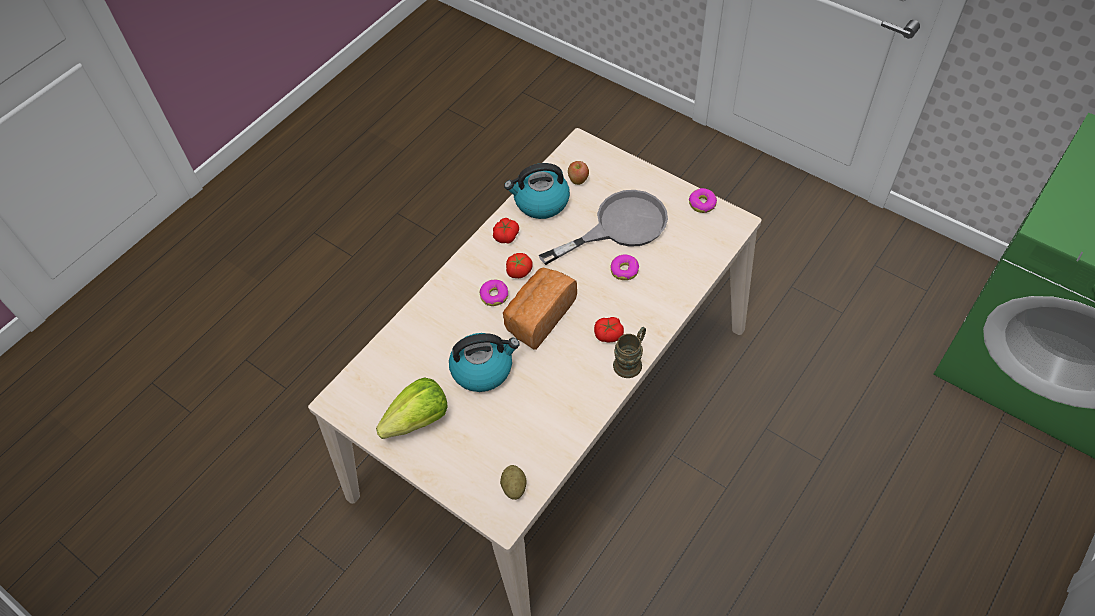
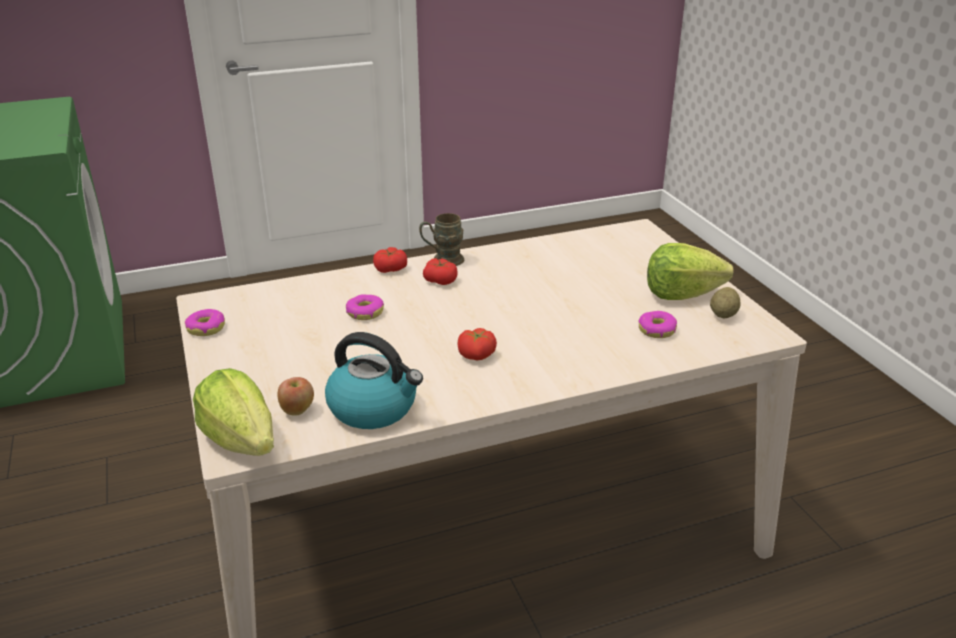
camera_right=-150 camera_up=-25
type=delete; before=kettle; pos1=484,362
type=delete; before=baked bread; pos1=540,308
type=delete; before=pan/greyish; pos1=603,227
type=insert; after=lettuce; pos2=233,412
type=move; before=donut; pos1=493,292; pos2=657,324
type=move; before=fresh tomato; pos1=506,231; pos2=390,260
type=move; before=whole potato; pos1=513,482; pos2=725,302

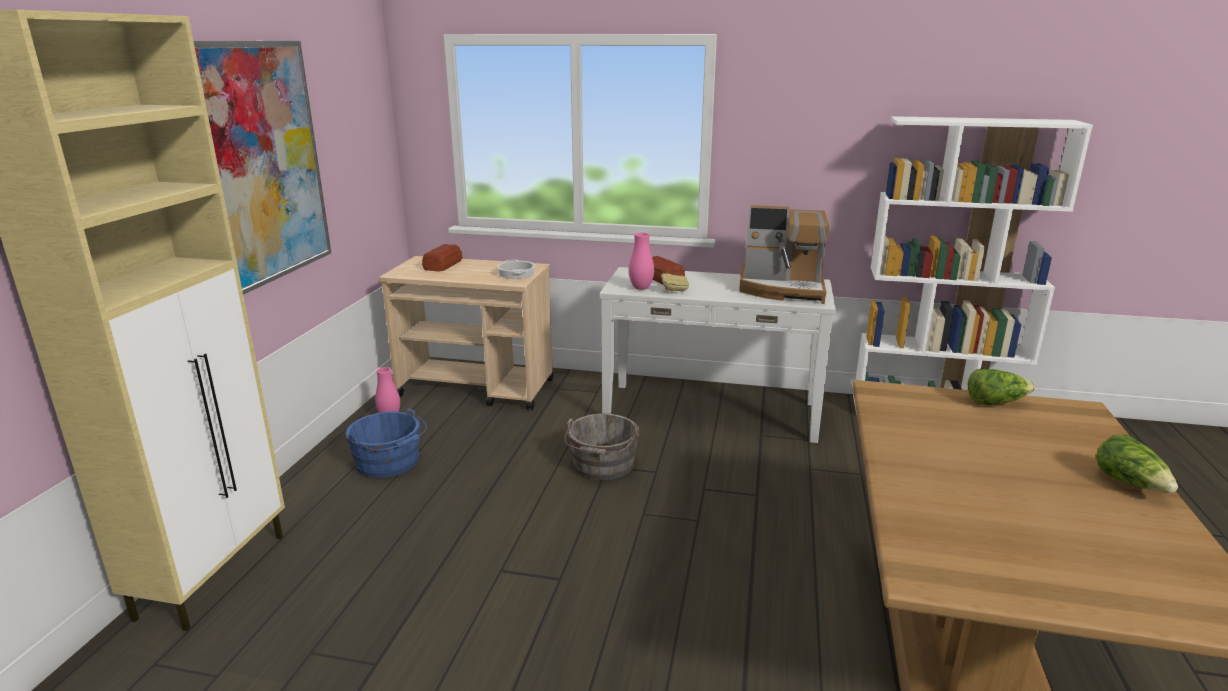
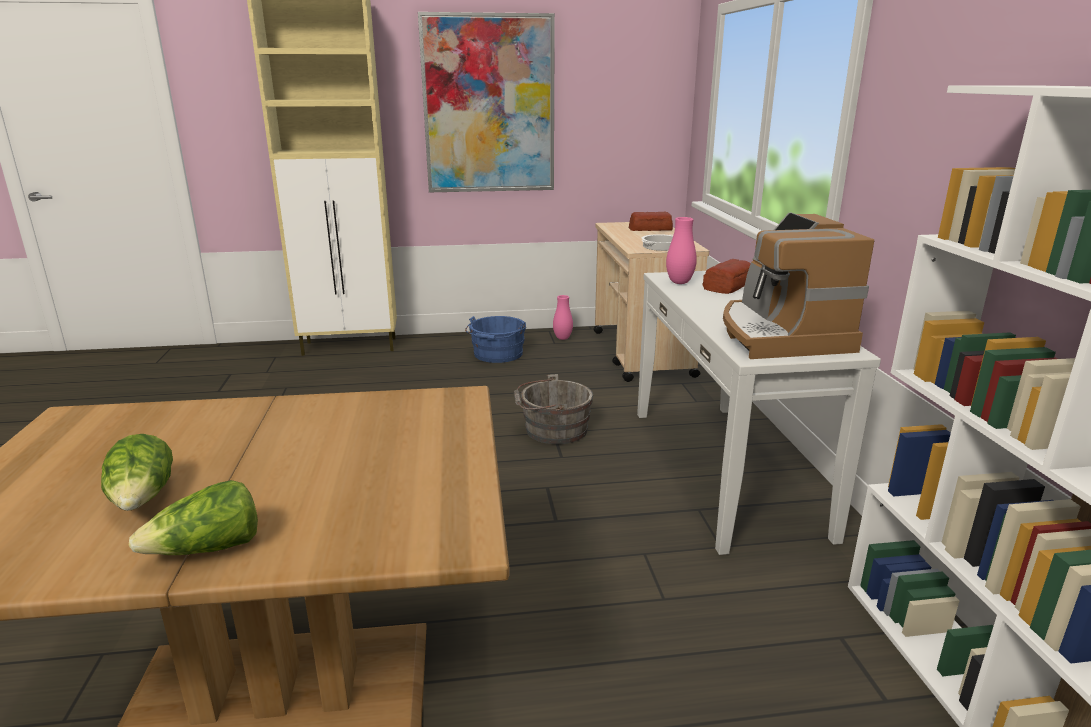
camera_right=70 camera_up=0
type=delete; before=baked bread; pos1=675,282
type=move; before=lettuce; pos1=1001,387; pos2=137,472

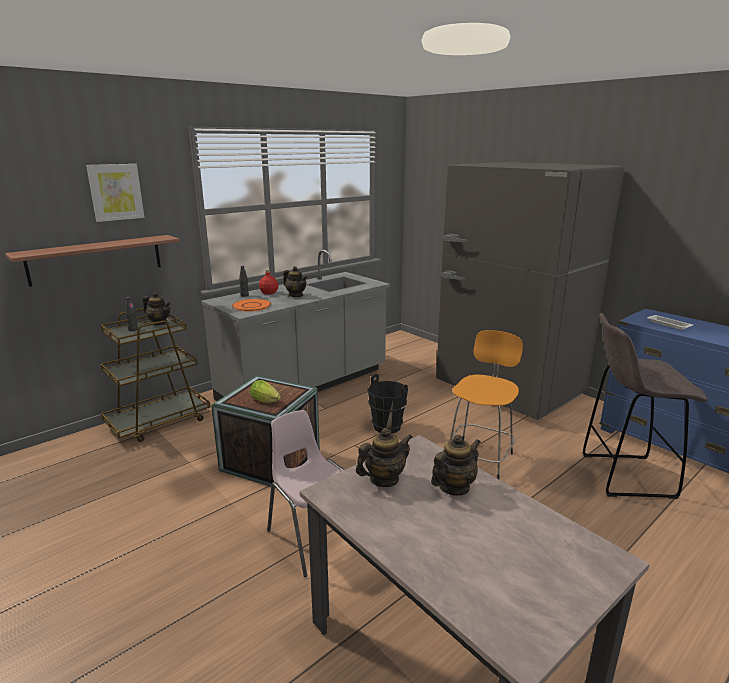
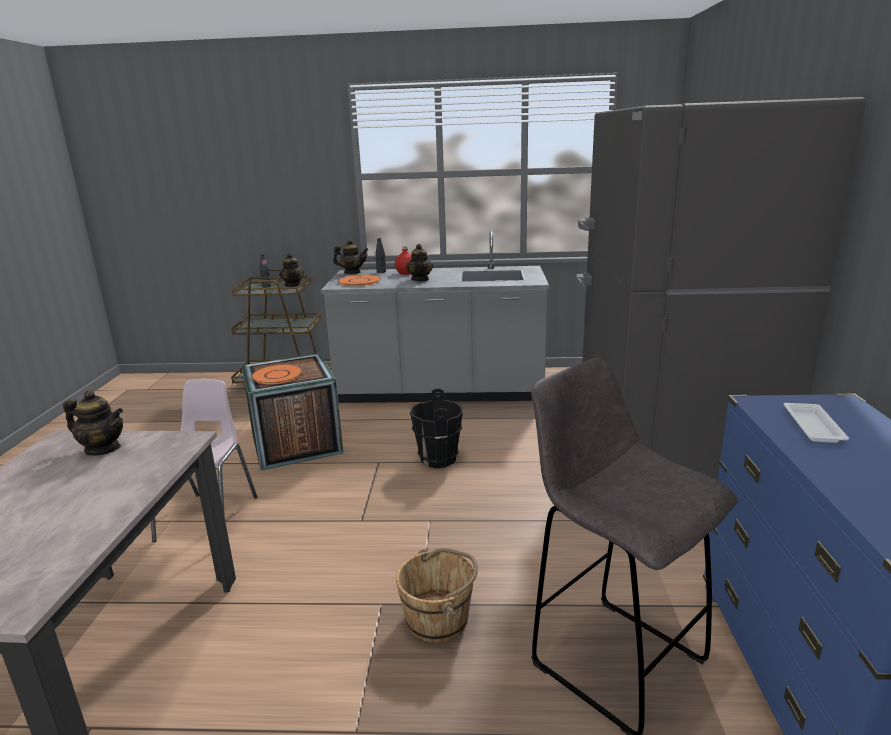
camera_right=45 camera_up=0
type=delete; before=bracket shelf; pos1=92,261
type=delete; before=wall art; pos1=115,193
type=delete; before=sitting stool/orangey; pos1=486,404
type=insert; after=pail/brown-coloured; pos2=437,595
type=move; before=tea pot; pos1=455,465; pos2=350,256
type=replace; before=lettuce; after=plate/orangey; pos1=265,391; pos2=276,374

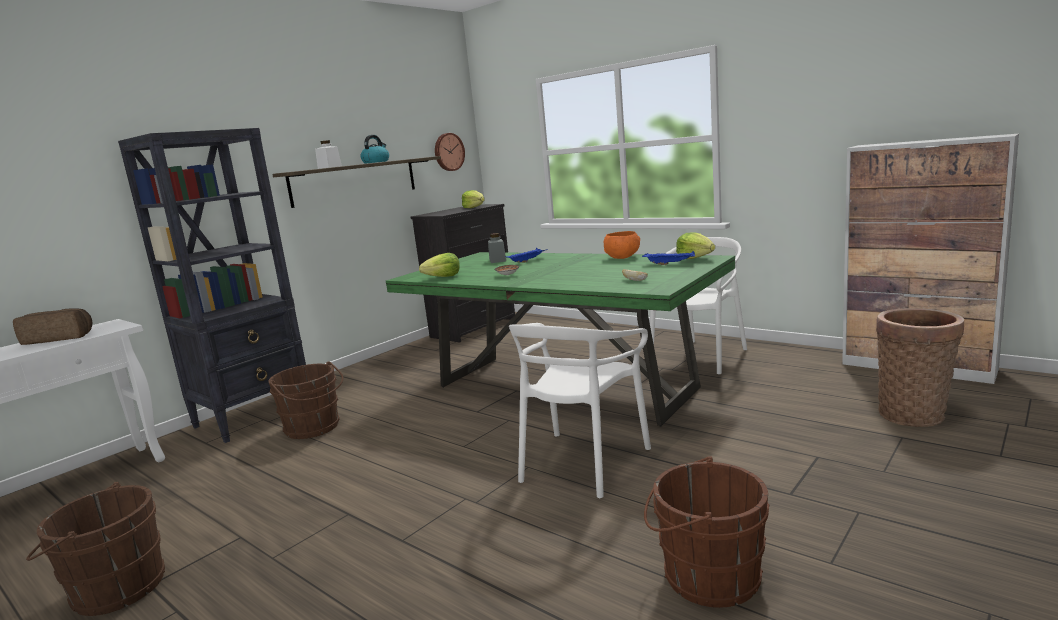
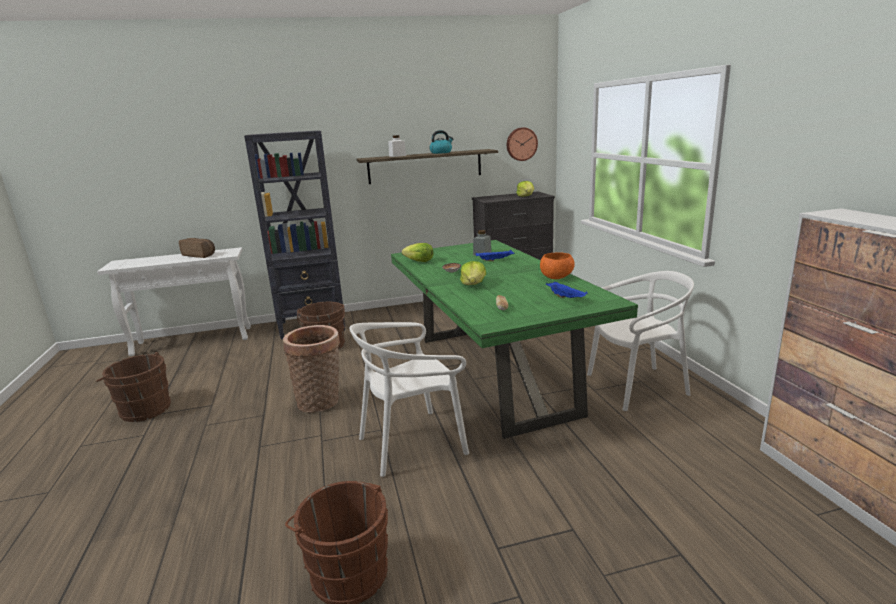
camera_right=35 camera_up=5
type=move; before=lettuce; pos1=695,245; pos2=473,273
type=move; before=basket; pos1=920,367; pos2=311,369

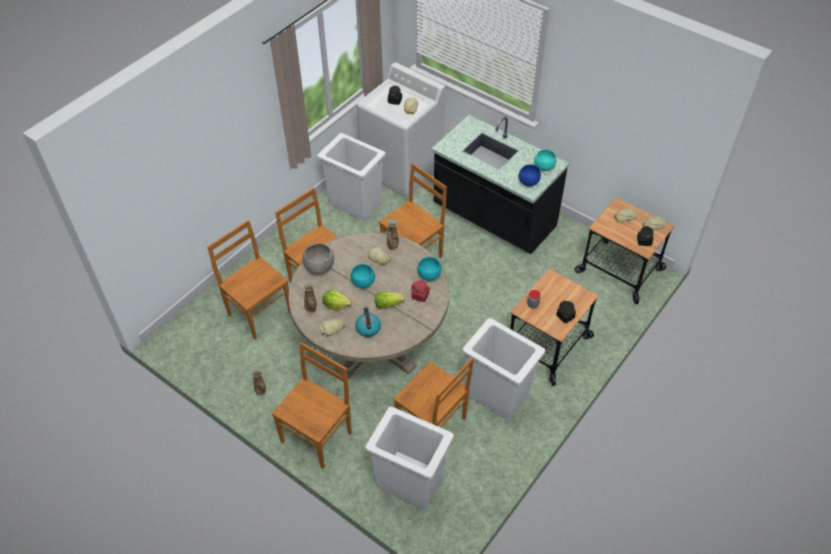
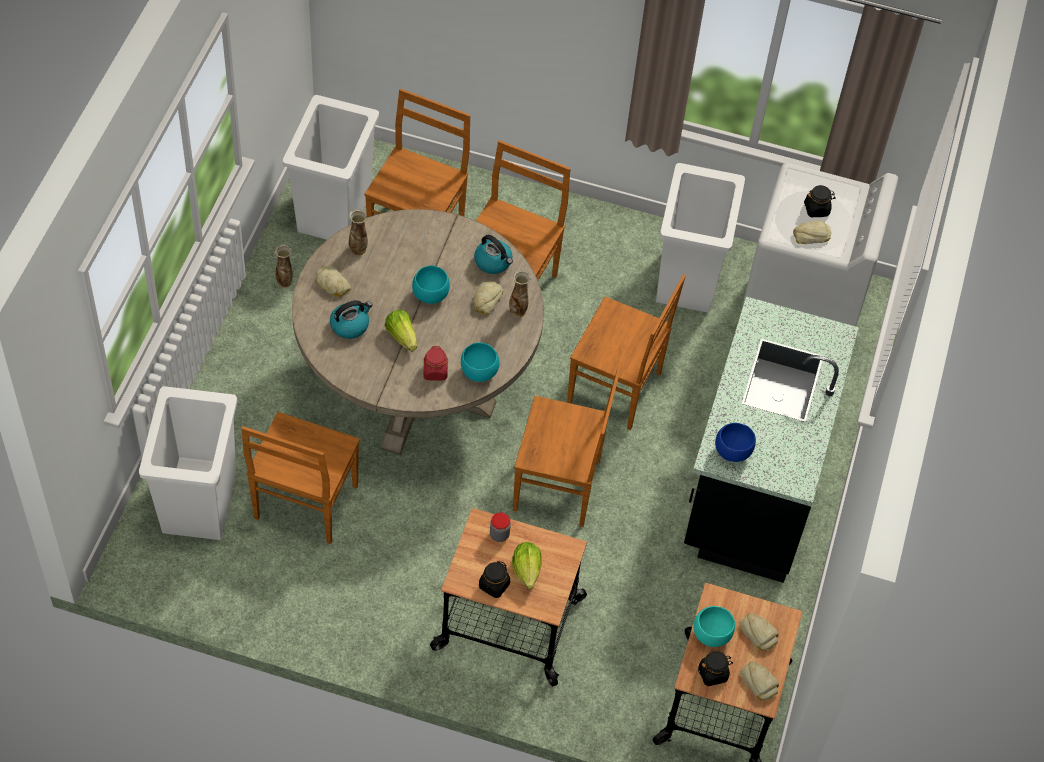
camera_right=65 camera_up=5
type=delete; before=serving bowl/greyish; pos1=318,259
type=insert; after=kettle; pos2=493,254
type=move; before=chair/brown-coloured; pos1=312,405; pos2=567,446
type=move; before=lettuce; pos1=337,300; pos2=527,565
type=move; before=trash can/whitish; pos1=504,369; pos2=331,167
type=move; before=serving bowl/turquoise; pos1=545,160; pos2=714,626

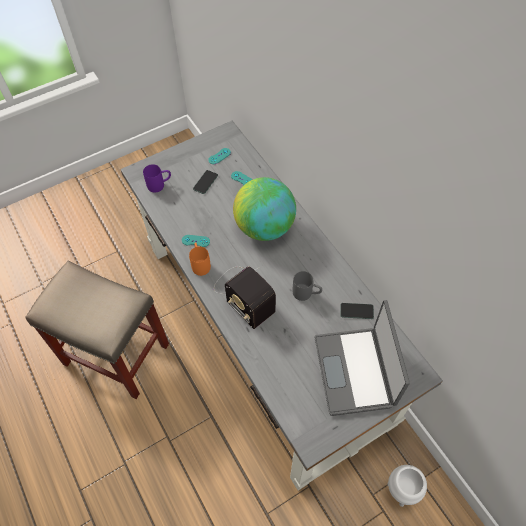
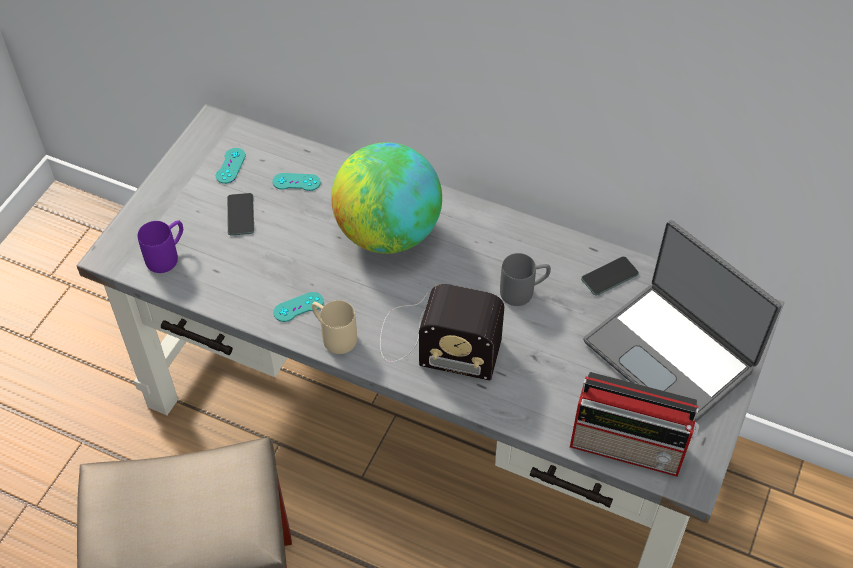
camera_right=-35 camera_up=-5
type=delete; before=flower pot/whitish; pos1=407,486
type=insert; after=radio; pos2=634,424
type=recolor; before=tea mug/orangey; after=tea mug/sand-coloured; pos1=200,259; pos2=334,327

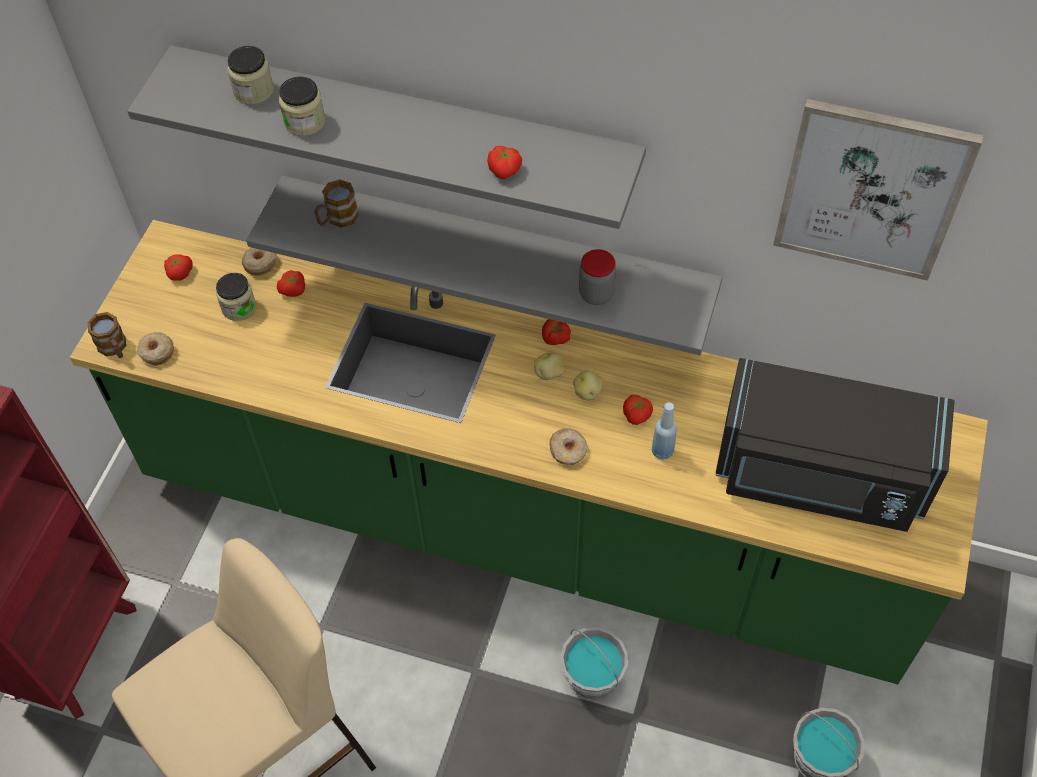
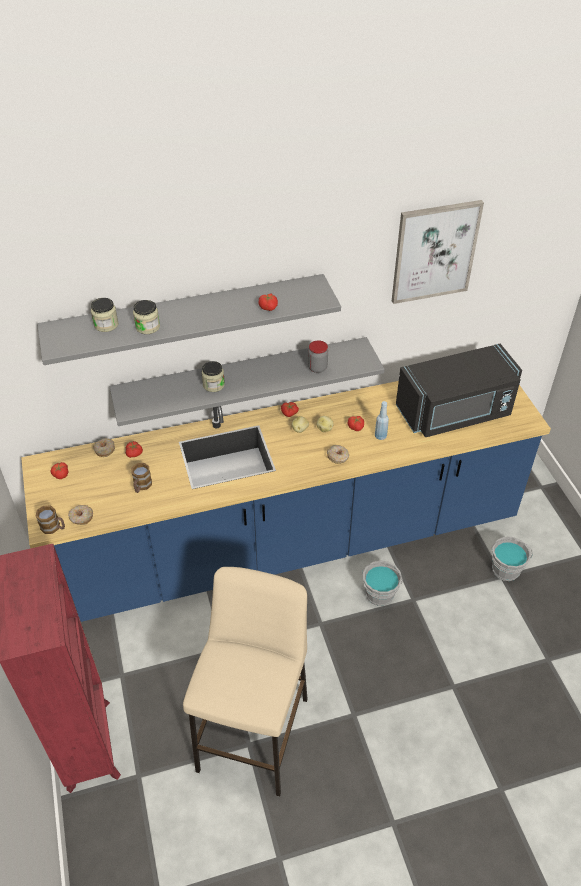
camera_right=-35 camera_up=-10
type=move; before=storage jar; pos1=236,297; pos2=213,376
type=move; before=tea mug; pos1=337,204; pos2=141,478
type=recolor; before=kitchen base unit/greenish; after=kitchen base unit/bluish; pos1=529,452; pos2=286,501

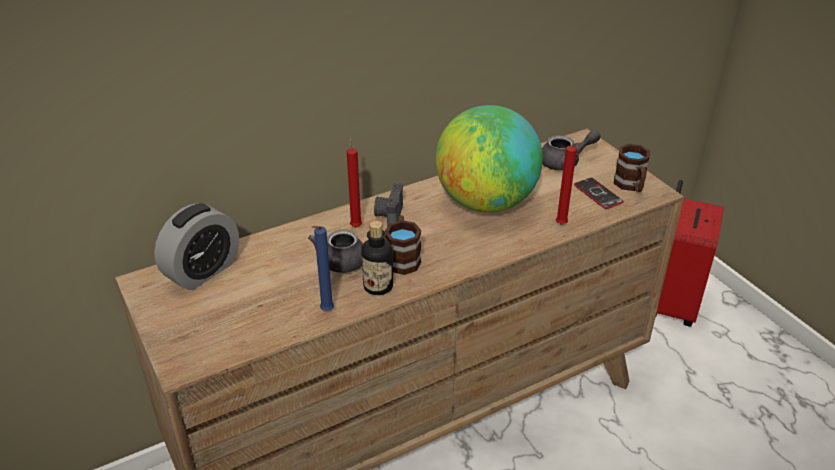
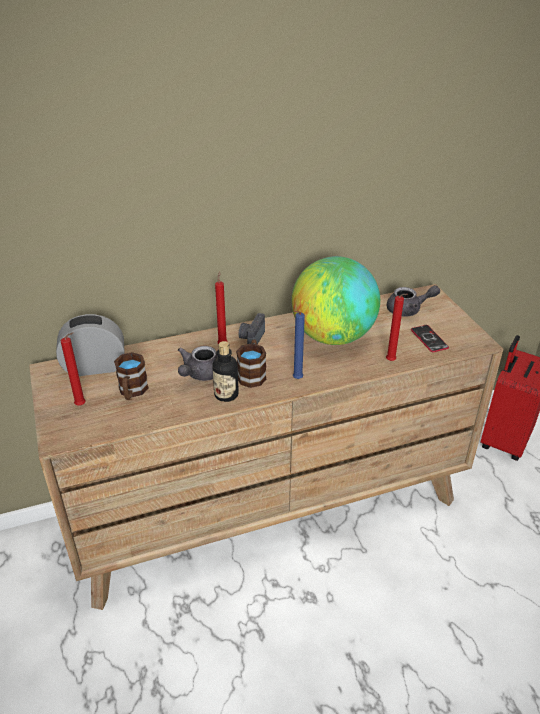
camera_right=10 camera_up=0
type=insert; after=candle/reddish; pos2=73,368
type=move; before=candle/bluish; pos1=323,268; pos2=299,345
type=move; before=tea mug/brown-coloured; pos1=632,168; pos2=131,376
type=rotate; before=bedside clock; pos1=196,246; pos2=90,345; turn=-150

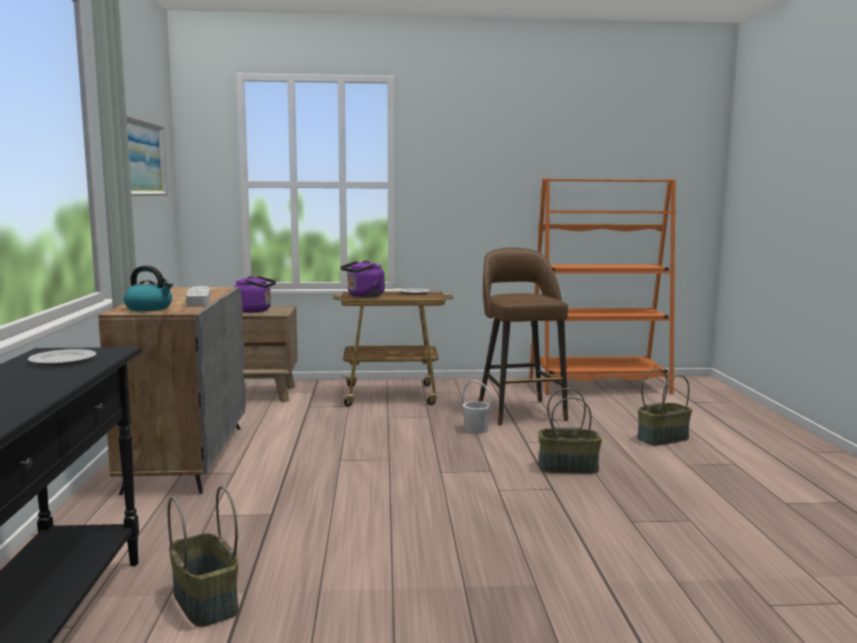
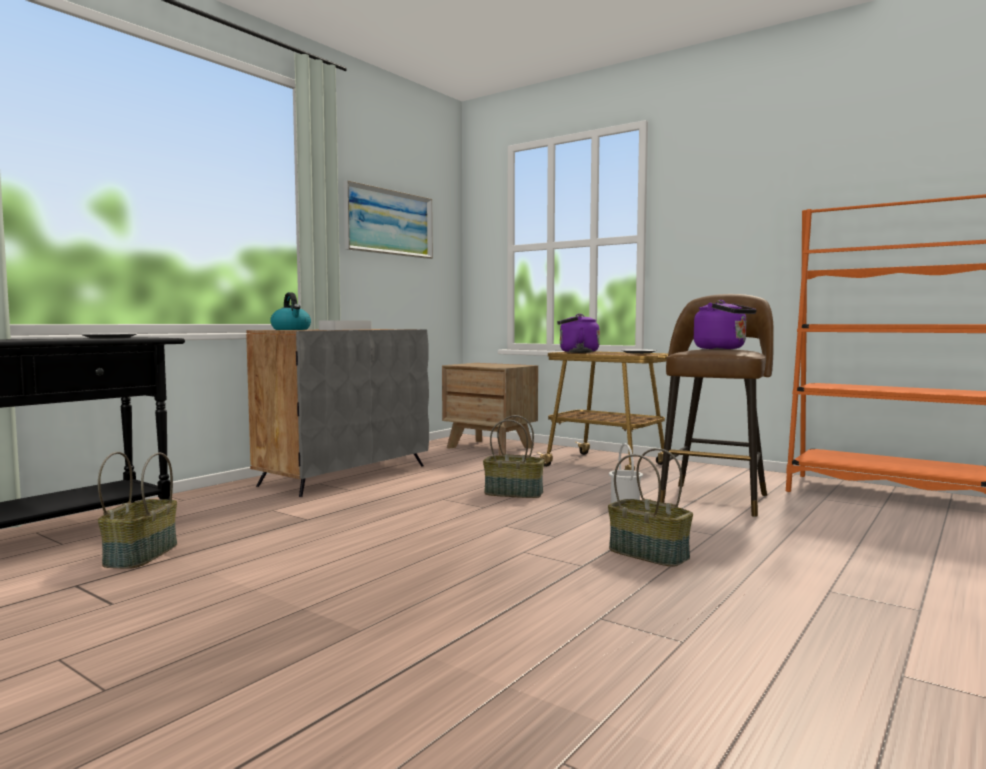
camera_right=40 camera_up=-5
type=move; before=kettle/purplish; pos1=255,294; pos2=725,324
type=move; before=basket; pos1=664,407; pos2=514,456

